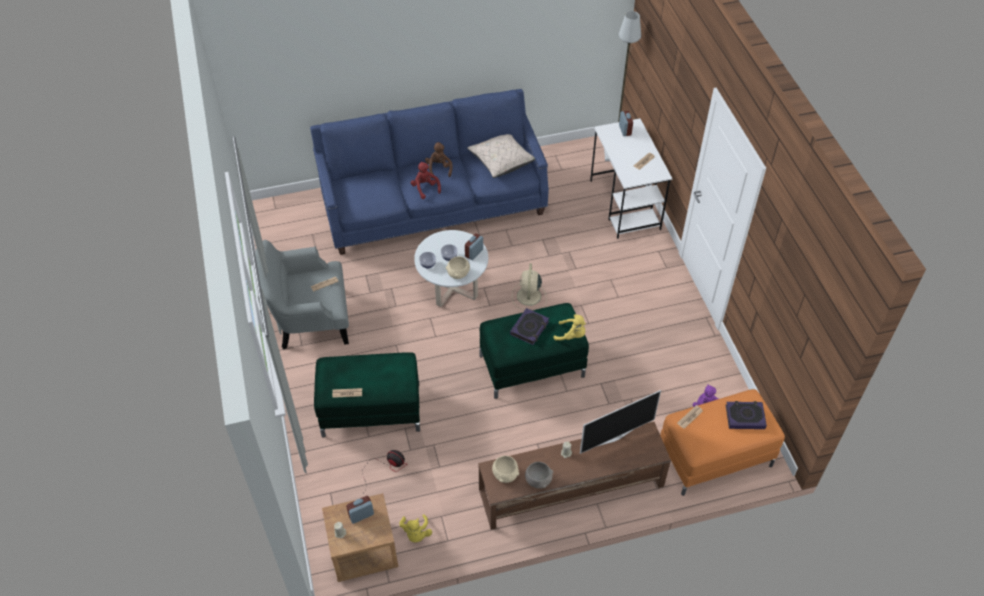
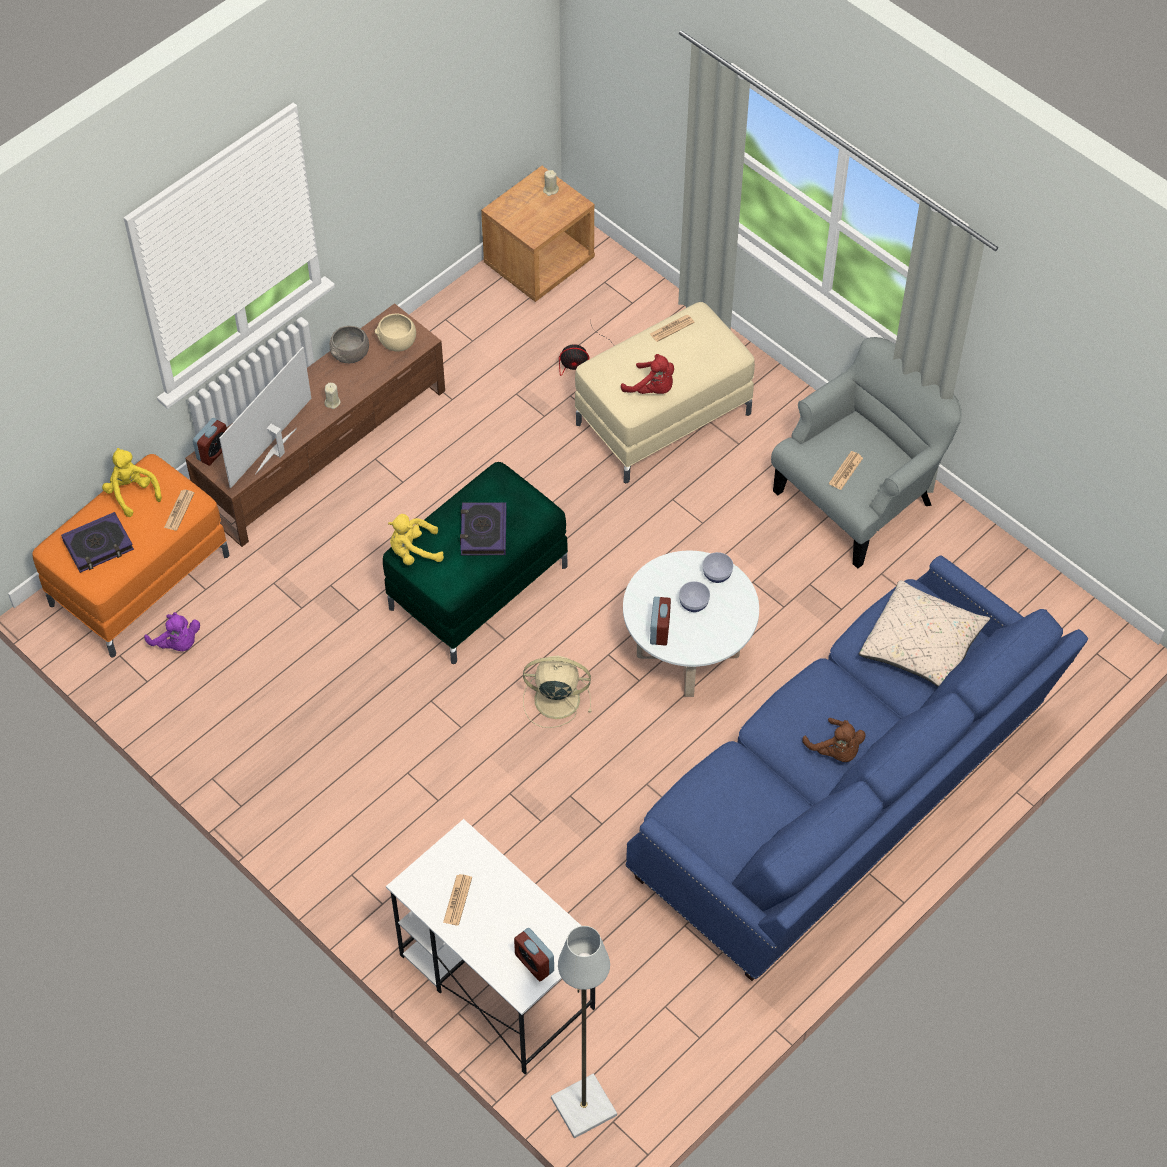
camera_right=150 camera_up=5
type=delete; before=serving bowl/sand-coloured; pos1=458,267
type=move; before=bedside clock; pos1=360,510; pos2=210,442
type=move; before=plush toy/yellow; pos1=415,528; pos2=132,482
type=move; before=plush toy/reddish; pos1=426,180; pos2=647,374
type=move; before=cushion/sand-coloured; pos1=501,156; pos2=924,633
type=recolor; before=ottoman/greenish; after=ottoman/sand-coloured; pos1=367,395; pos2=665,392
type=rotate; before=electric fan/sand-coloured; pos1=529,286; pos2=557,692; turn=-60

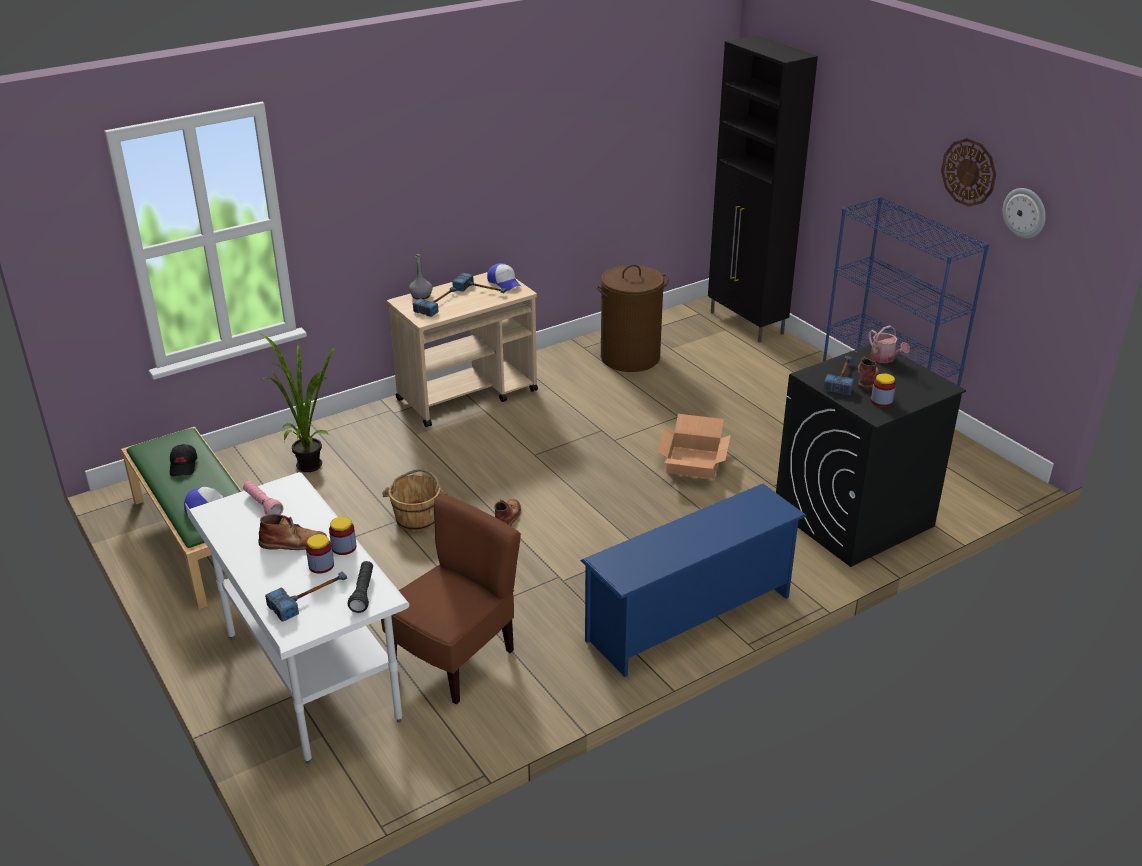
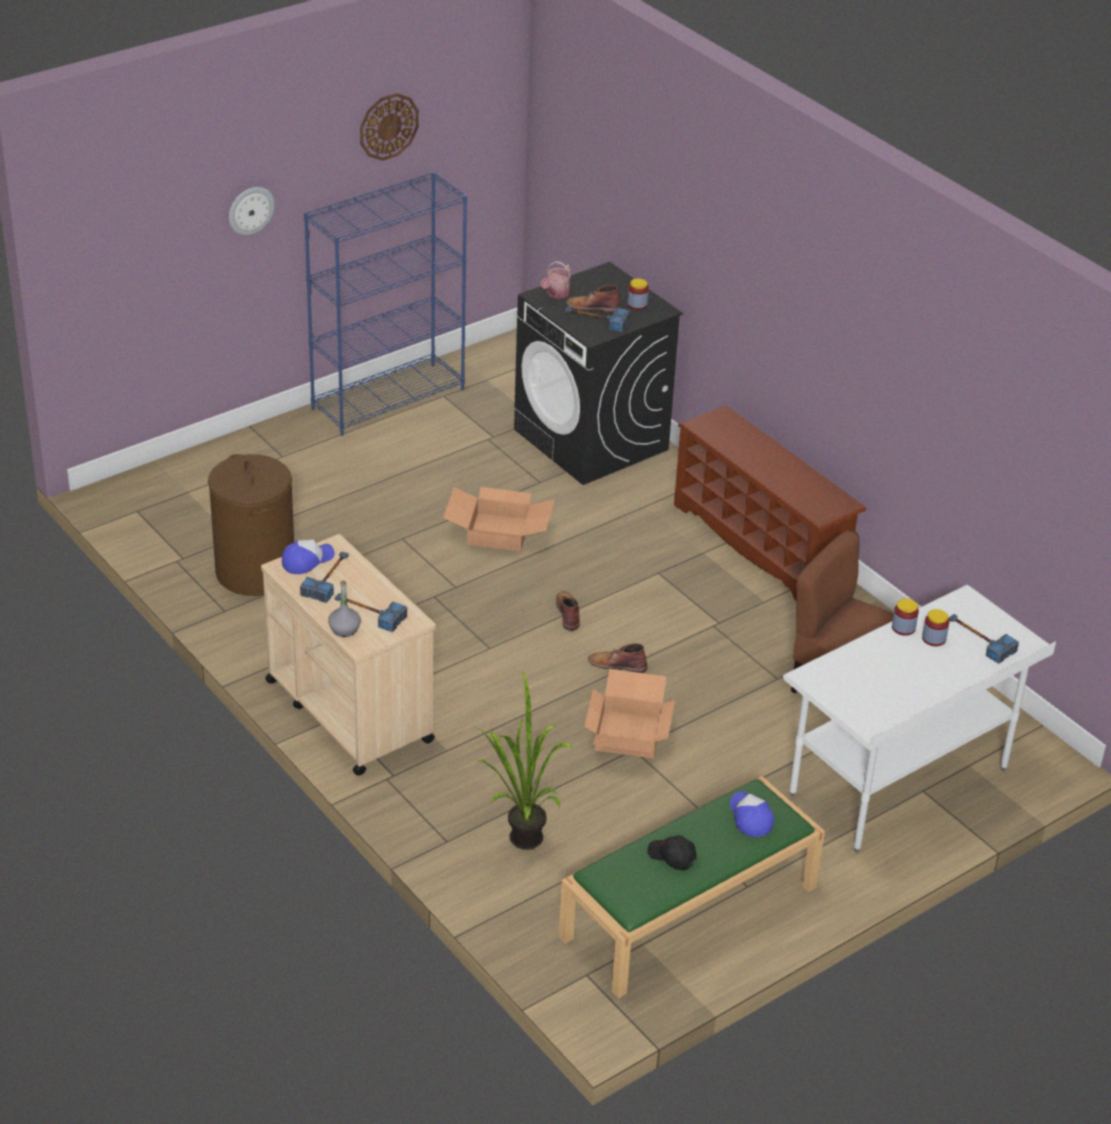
camera_right=-95 camera_up=5
type=delete; before=flashlight/pink; pos1=263,498
type=delete; before=flashlight/blackish; pos1=360,587
type=delete; before=cupboard/blackish; pos1=763,189
type=move; before=boot/brown-coloured; pos1=292,532; pos2=568,611
type=move; before=hanging clock; pos1=1024,213; pos2=252,211
type=replace; before=pail/brown-coloured; after=cardboard box; pos1=415,500; pos2=629,713
type=recolor; before=shoe shelf/bluish; after=shoe shelf/brown-coloured; pos1=694,580; pos2=770,502
type=rotate; before=cap/blackish; pos1=183,460; pos2=672,852; turn=-135
type=rotate; before=sprinkling can; pos1=889,344; pos2=556,279; turn=150

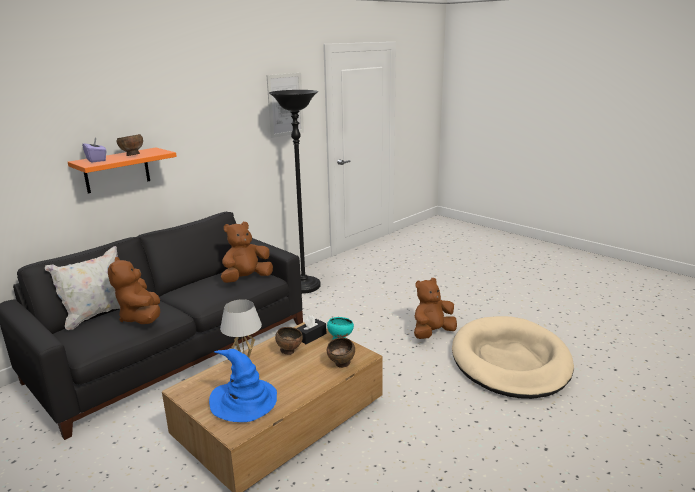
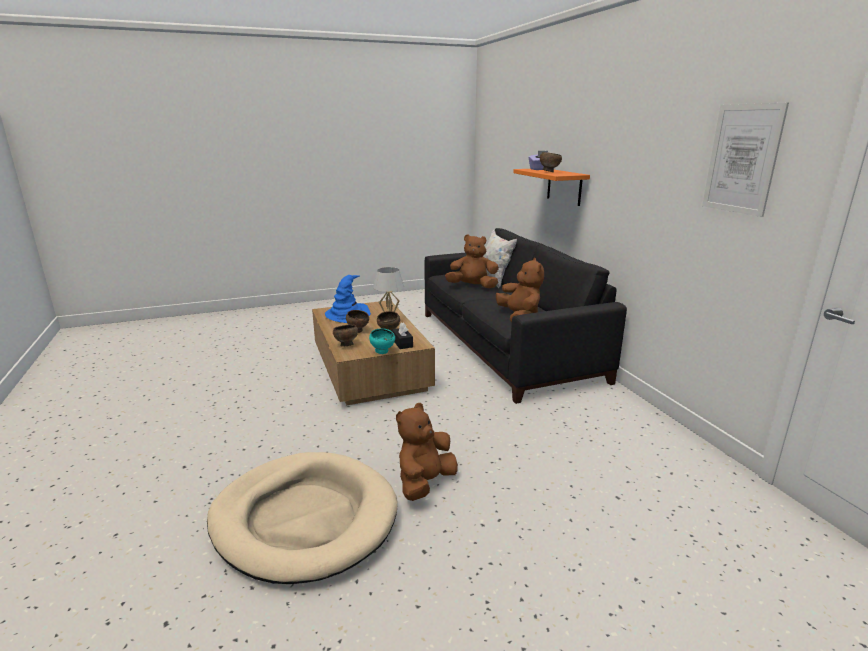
camera_right=115 camera_up=0
type=delete; before=standing lamp/blackish; pos1=295,192
type=insert; after=serving bowl/brown-coloured; pos2=357,321
type=rotate; before=plush toy/brown-coloured; pos1=435,308; pos2=427,452; turn=-135

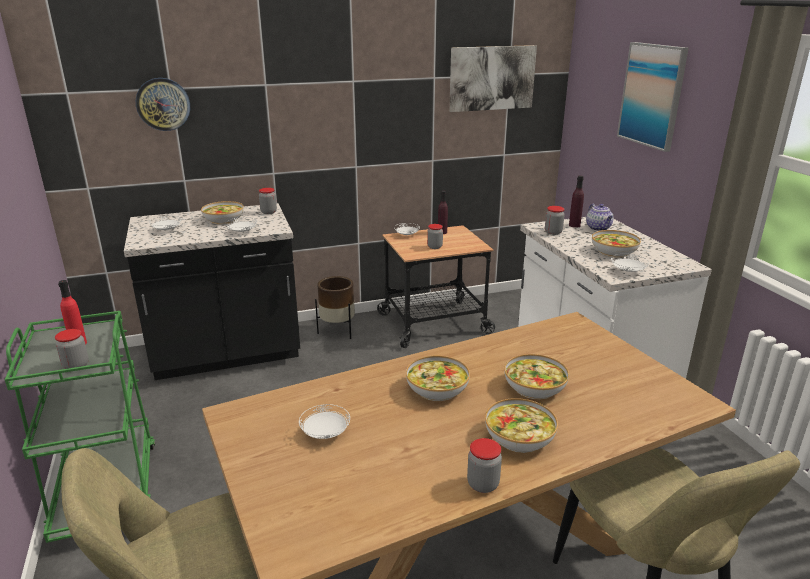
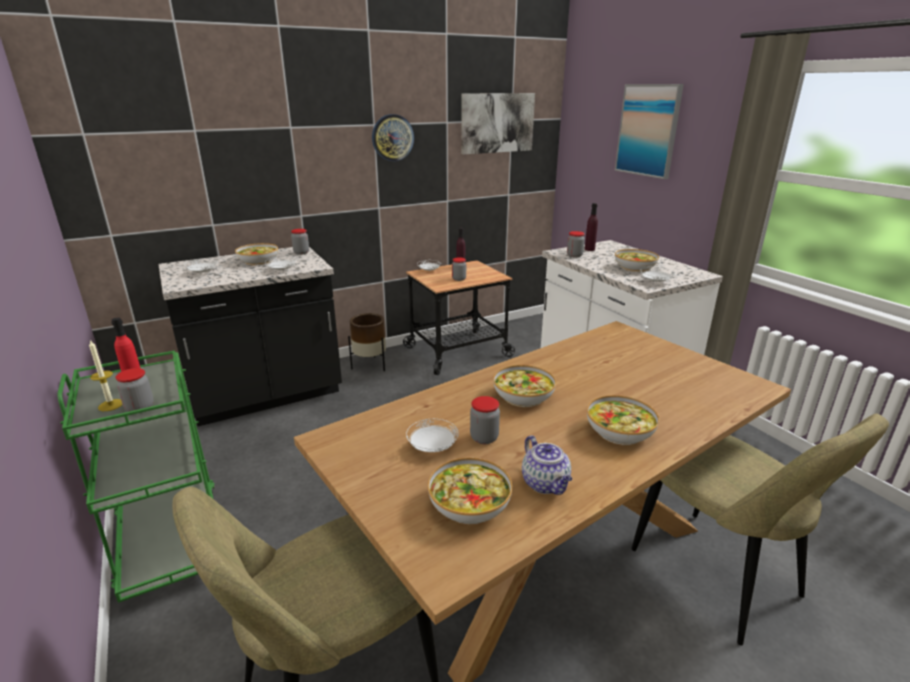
camera_right=-10 camera_up=0
type=insert; after=candle; pos2=105,375
type=move; before=hanging clock; pos1=163,104; pos2=393,137
type=move; before=storage jar; pos1=484,465; pos2=485,420
type=move; before=serving bowl; pos1=536,376; pos2=470,491
type=move; before=tea pot; pos1=599,217; pos2=547,465

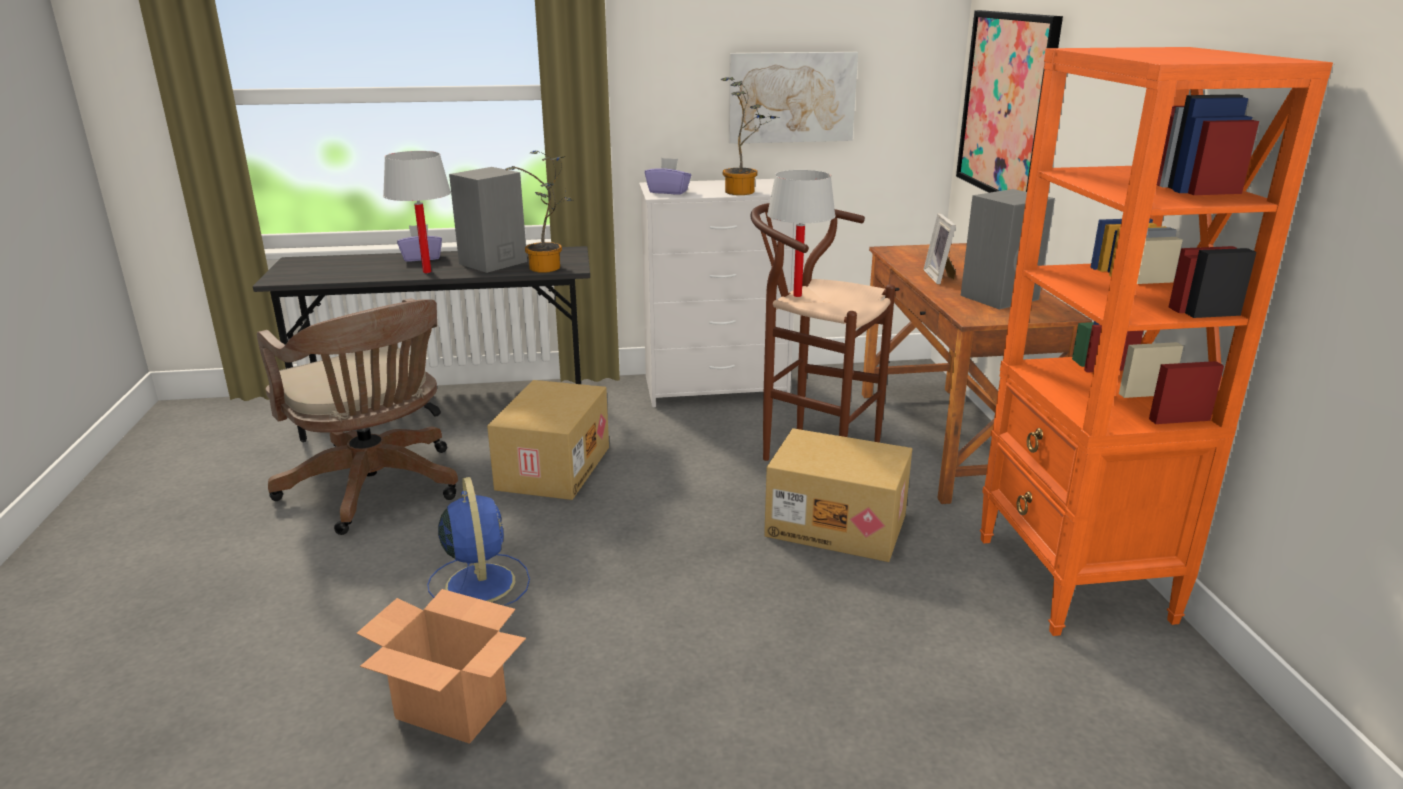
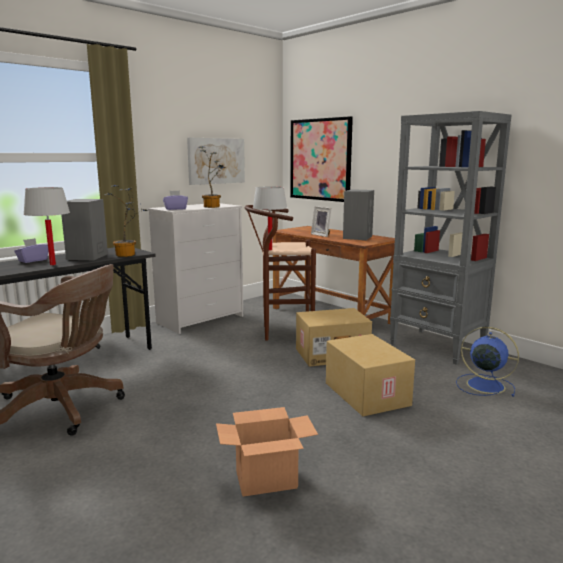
camera_right=-35 camera_up=-10
type=move; before=electric fan/bluish; pos1=478,541; pos2=487,362
type=move; before=cardboard box; pos1=548,440; pos2=370,375
type=recolor; before=shelving unit/orangey; after=shelving unit/greyish; pos1=1156,341; pos2=450,238

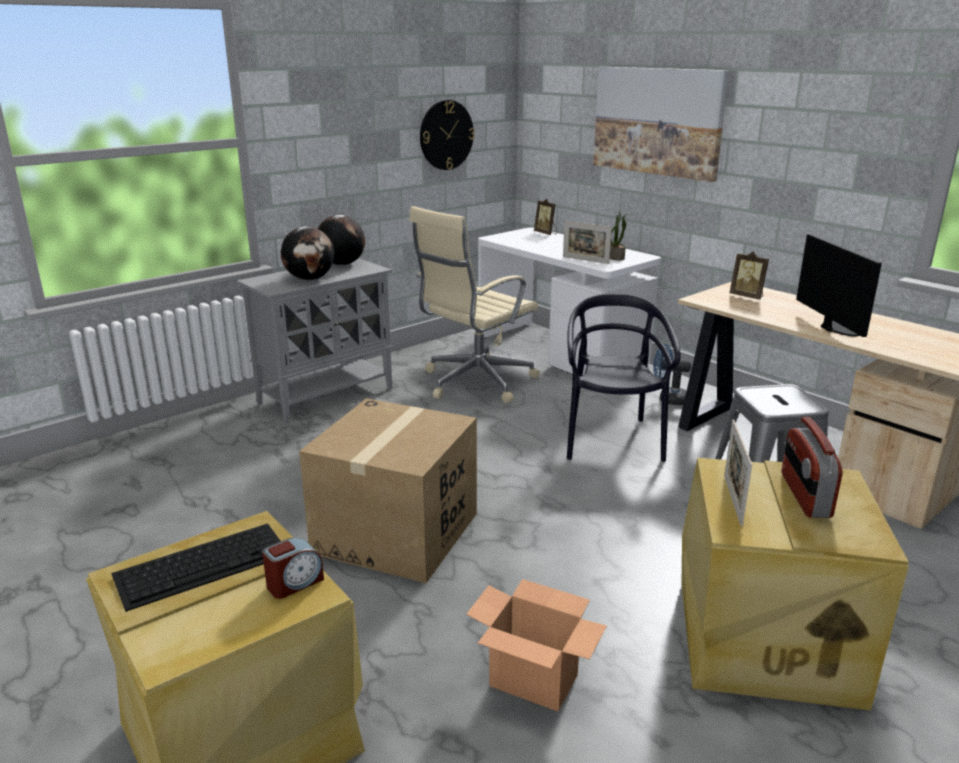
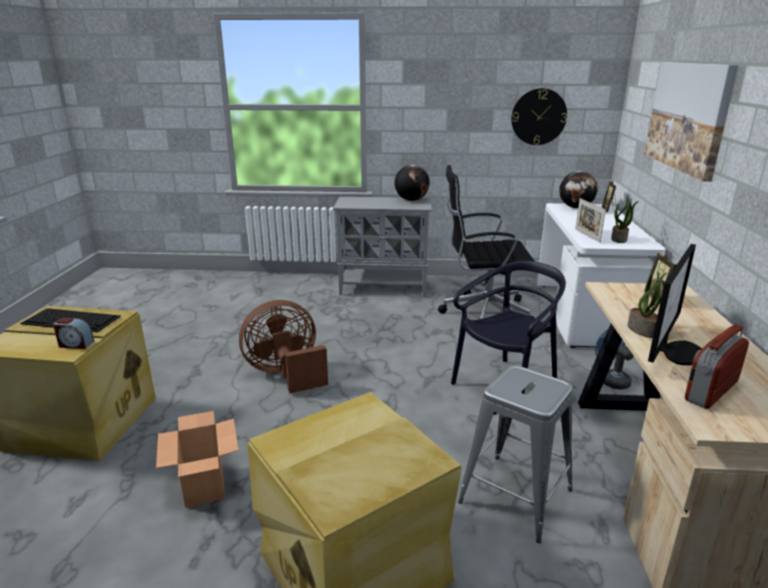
camera_right=45 camera_up=0
type=delete; before=standing frame; pos1=738,472
type=insert; after=plant in a pot; pos2=647,304
type=move; before=desk globe; pos1=307,253; pos2=578,189
type=move; before=radio; pos1=812,467; pos2=717,366
type=replace; before=cardboard box; after=electric fan/brown-coloured; pos1=388,490; pos2=283,346
type=recolor; before=computer chair/sand-coloured; after=computer chair/blackish; pos1=474,304; pos2=487,242

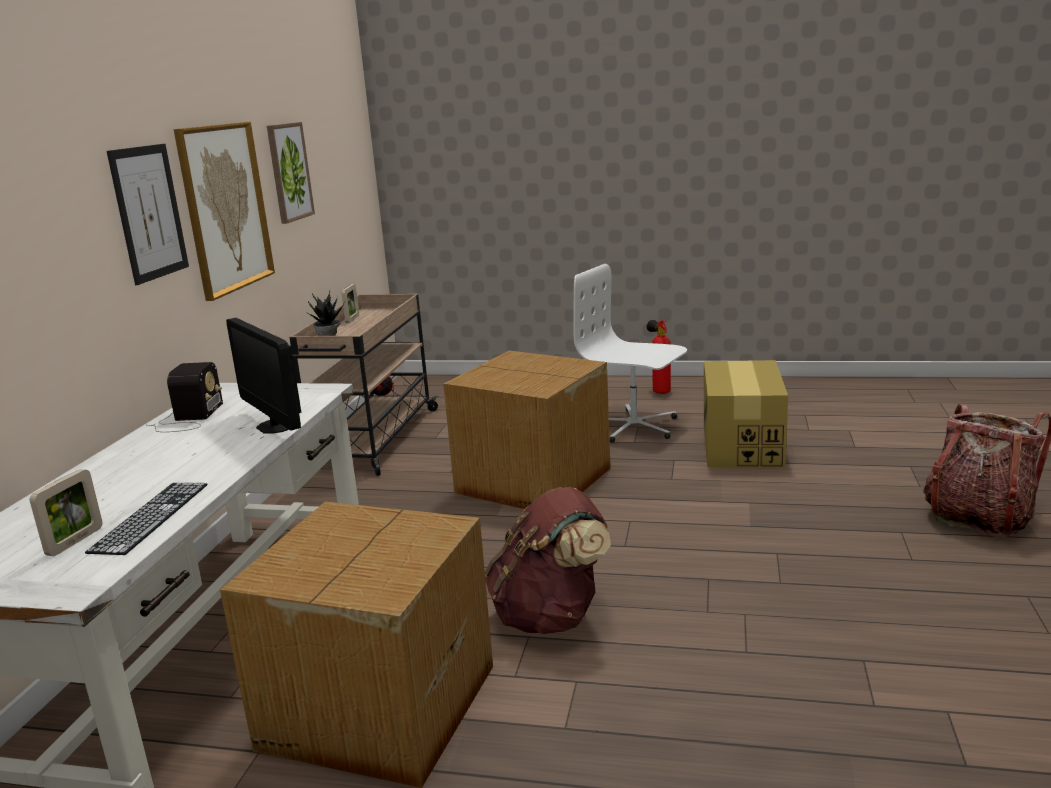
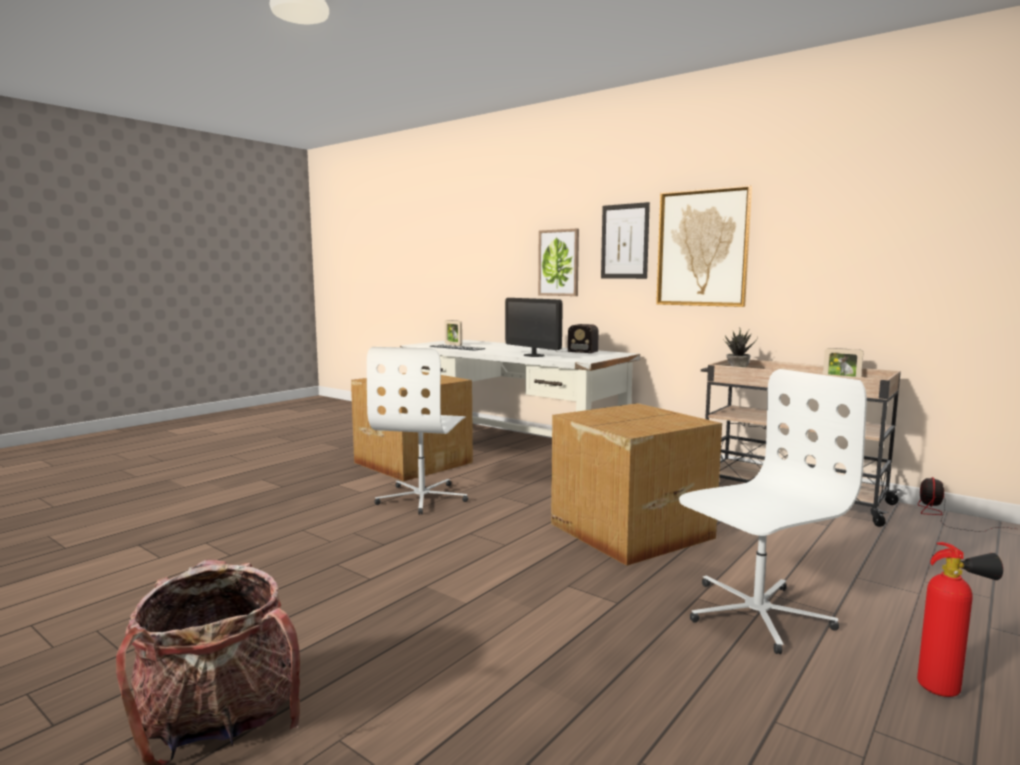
camera_right=115 camera_up=-10
type=delete; before=cardboard box; pos1=746,414
type=move; before=wall art; pos1=291,173; pos2=558,262
type=replace; before=knapsack/brown-coloured; after=computer chair/whitish; pos1=548,560; pos2=417,431
type=rotate; before=monitor; pos1=263,376; pos2=534,327; turn=-120

